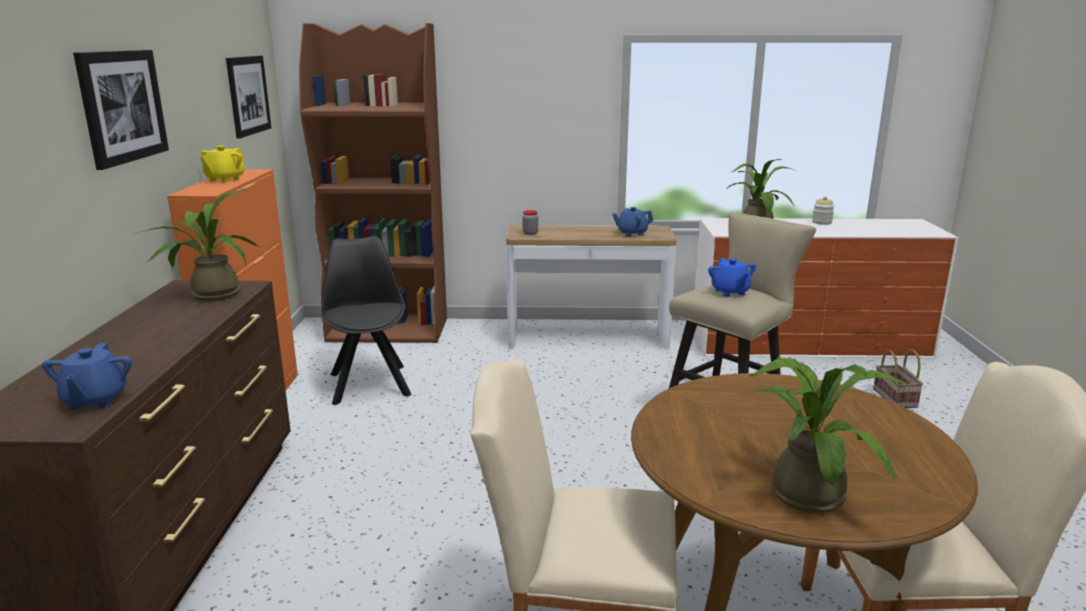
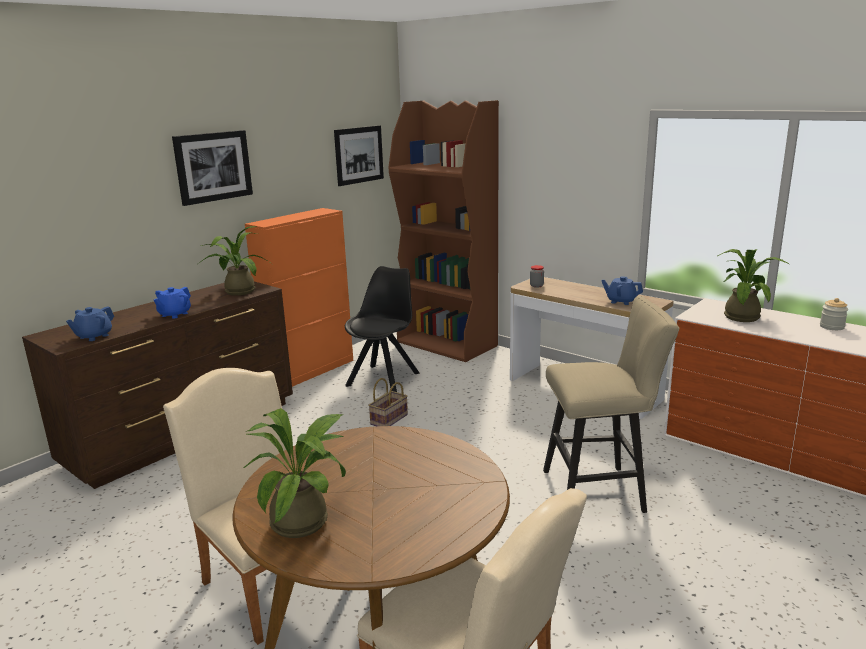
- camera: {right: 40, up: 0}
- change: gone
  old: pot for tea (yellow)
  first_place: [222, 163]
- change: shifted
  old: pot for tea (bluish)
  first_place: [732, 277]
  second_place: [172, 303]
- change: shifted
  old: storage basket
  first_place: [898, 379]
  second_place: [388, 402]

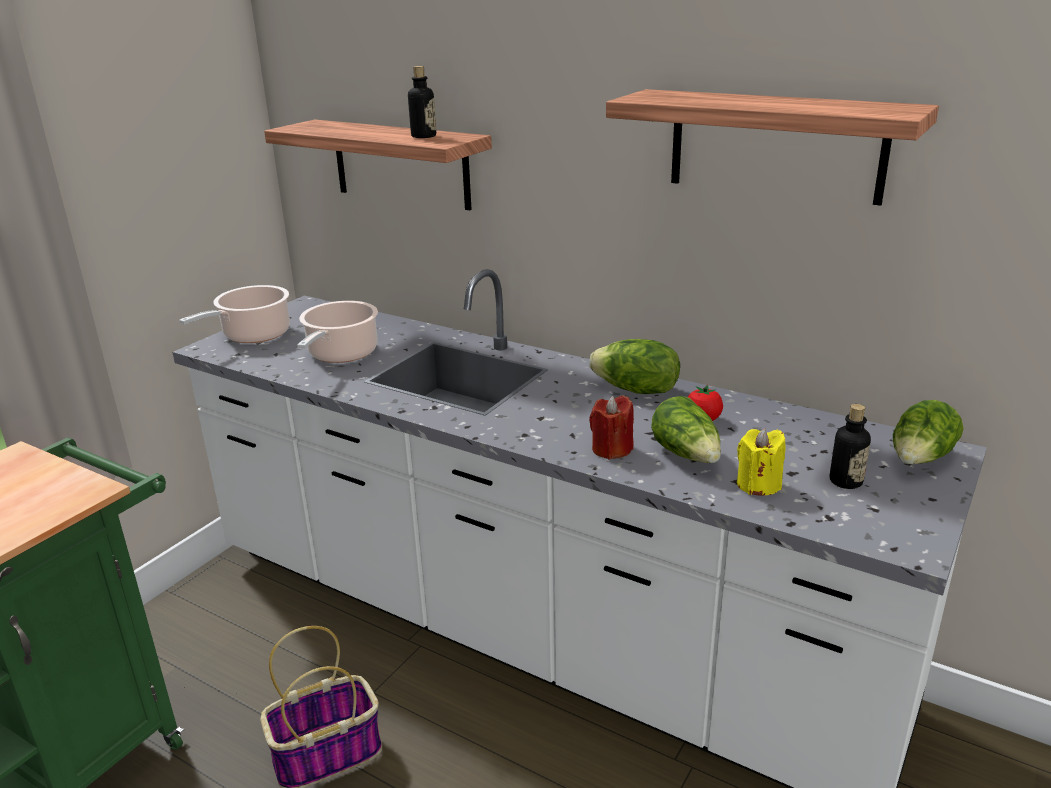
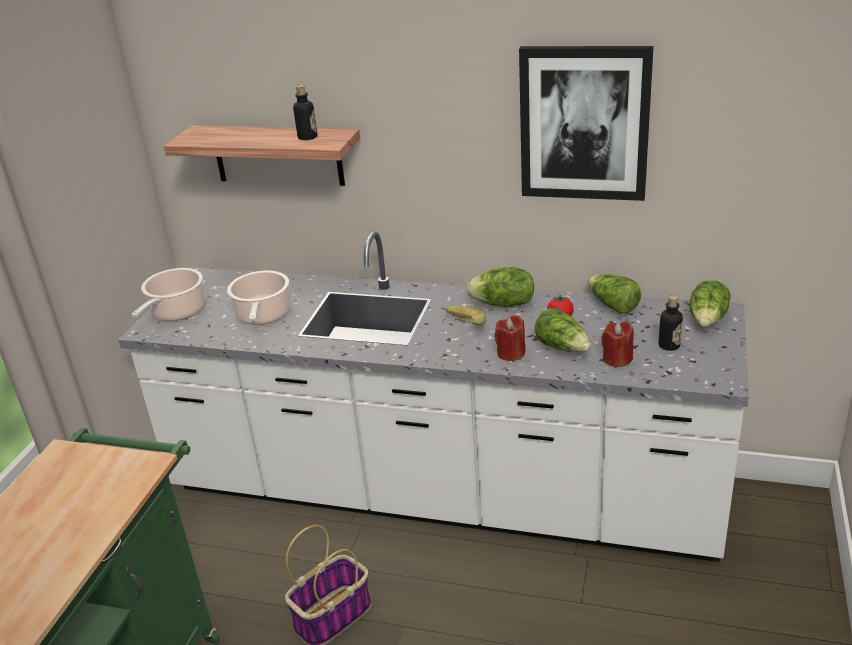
- camera: {right: -15, up: 5}
- change: swapped
  old: wall shelf
  new: wall art
  first_place: [772, 147]
  second_place: [586, 123]
- change: repainted
  old: wax candle (yellow)
  new: wax candle (red)
  first_place: [761, 461]
  second_place: [617, 344]
- change: new
  new: banana fruit
  second_place: [466, 315]
- change: new
  new: head of lettuce
  second_place: [614, 294]

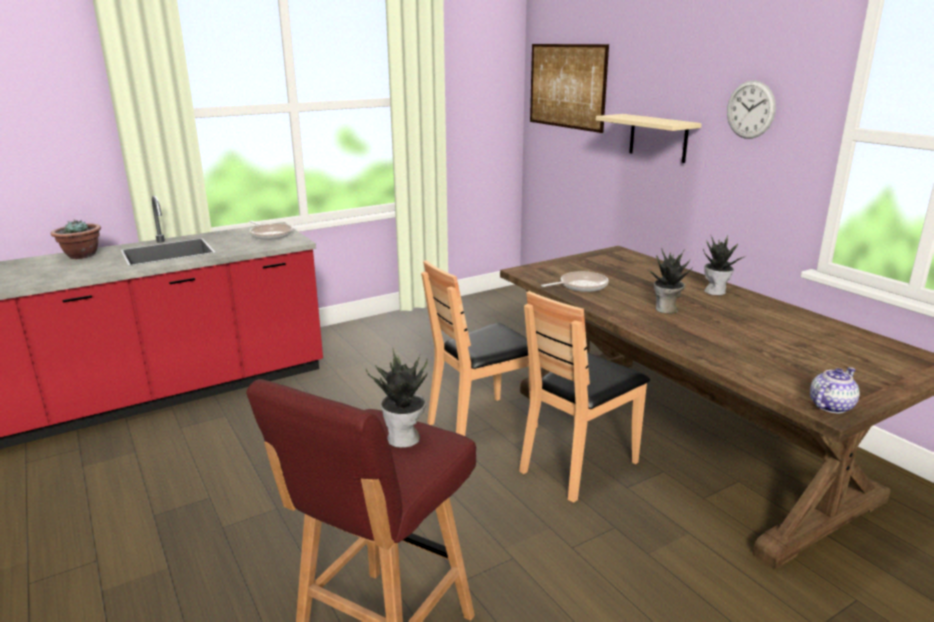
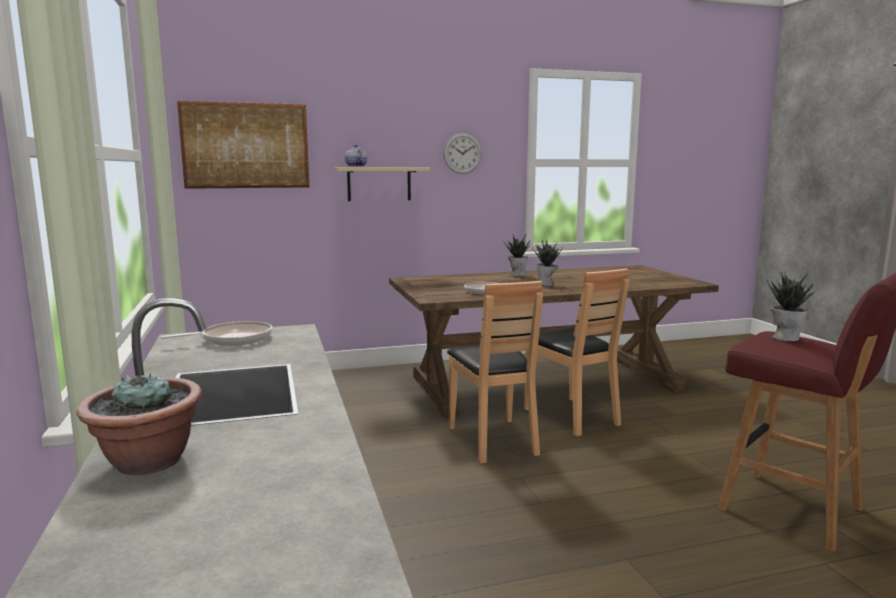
- camera: {right: -75, up: -10}
- change: shifted
  old: pot for tea
  first_place: [834, 390]
  second_place: [356, 156]

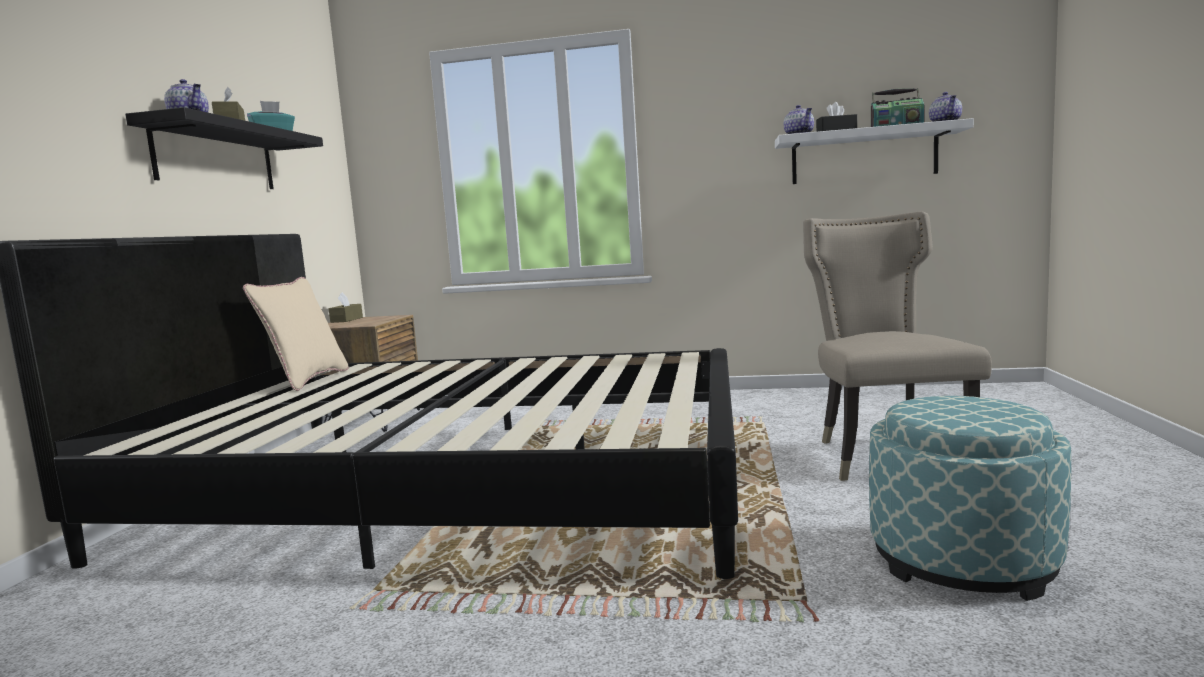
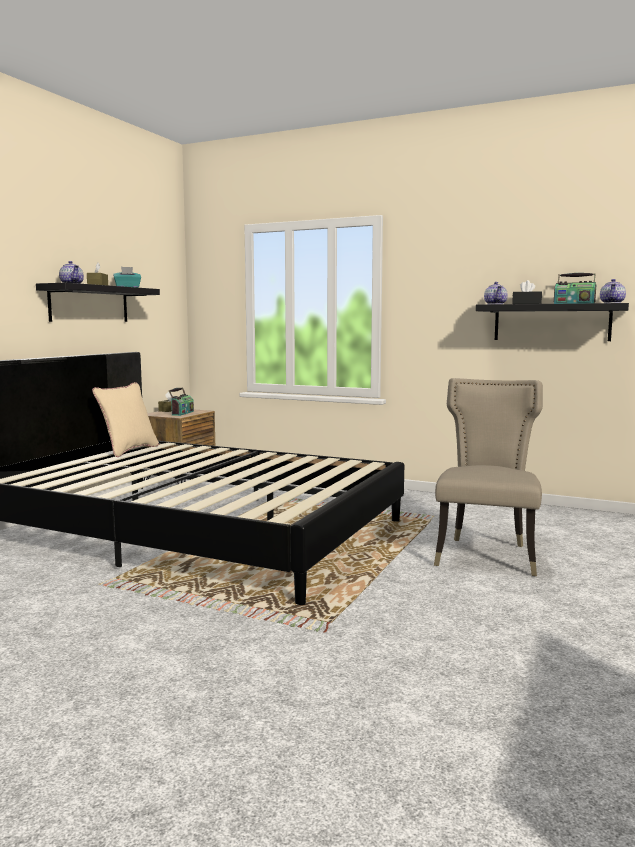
- camera: {right: 15, up: 0}
- change: repainted
  old: wall shelf (whitish)
  new: wall shelf (black-coloured)
  first_place: [874, 151]
  second_place: [552, 322]
- change: gone
  old: ottoman
  first_place: [970, 498]
- change: new
  new: radio receiver
  second_place: [181, 401]

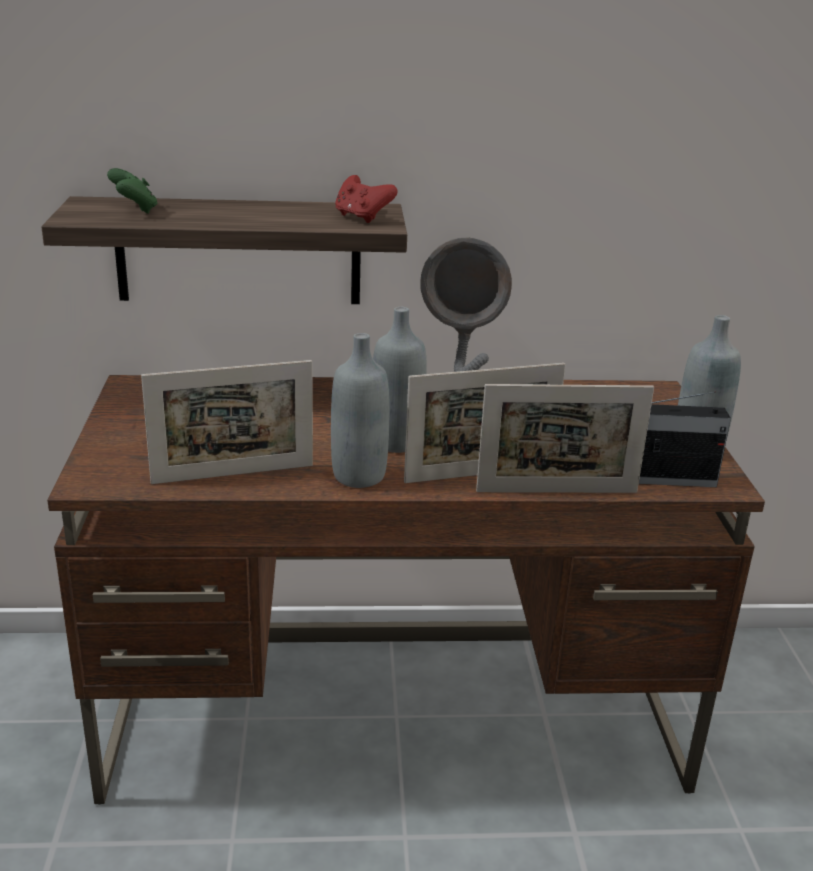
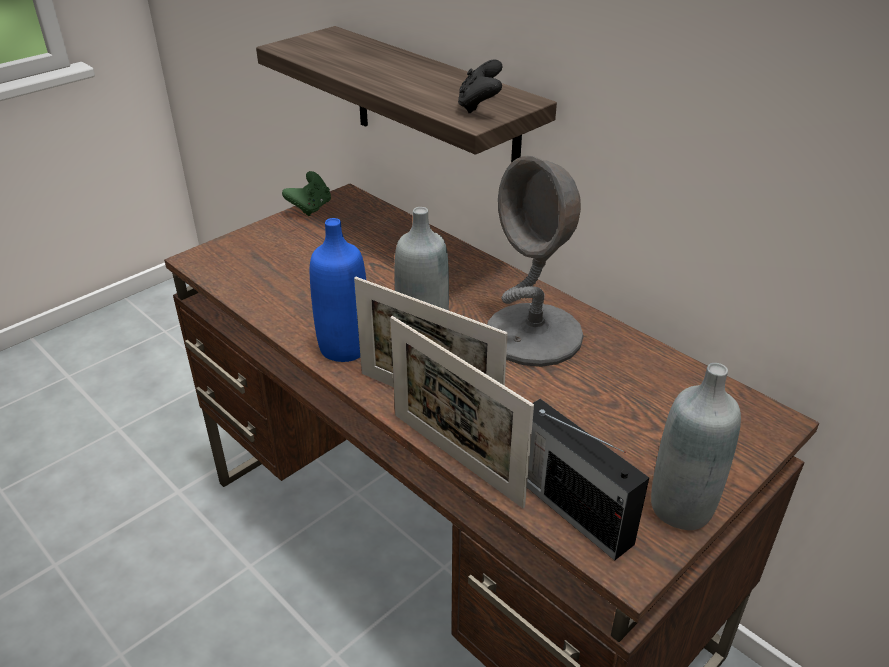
- camera: {right: 50, up: 10}
- change: shifted
  old: game controller (greenish)
  first_place: [132, 191]
  second_place: [306, 193]
- change: gone
  old: standing frame
  first_place: [227, 422]
- change: repainted
  old: drink bottle (grey)
  new: drink bottle (bluish)
  first_place: [360, 410]
  second_place: [338, 290]
- change: repainted
  old: game controller (red)
  new: game controller (black-coloured)
  first_place: [366, 199]
  second_place: [480, 87]

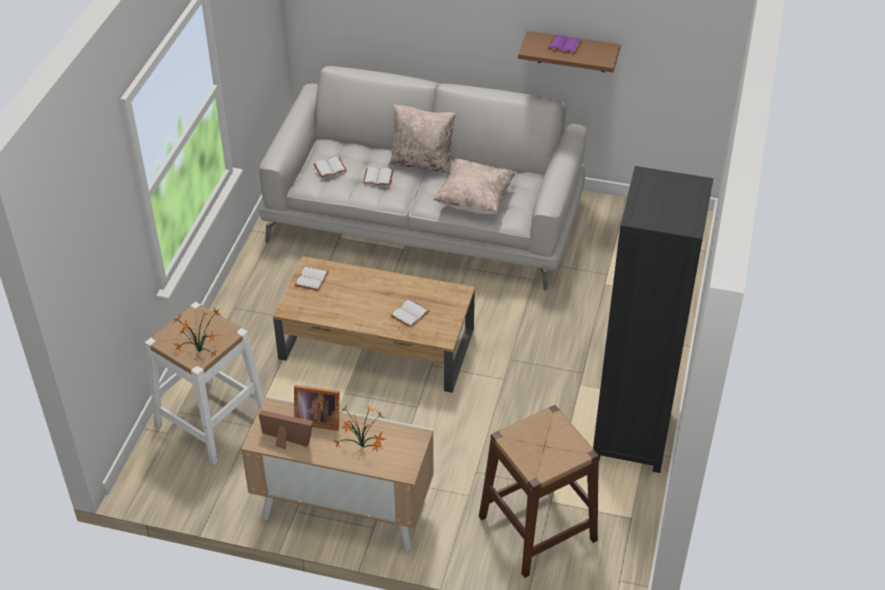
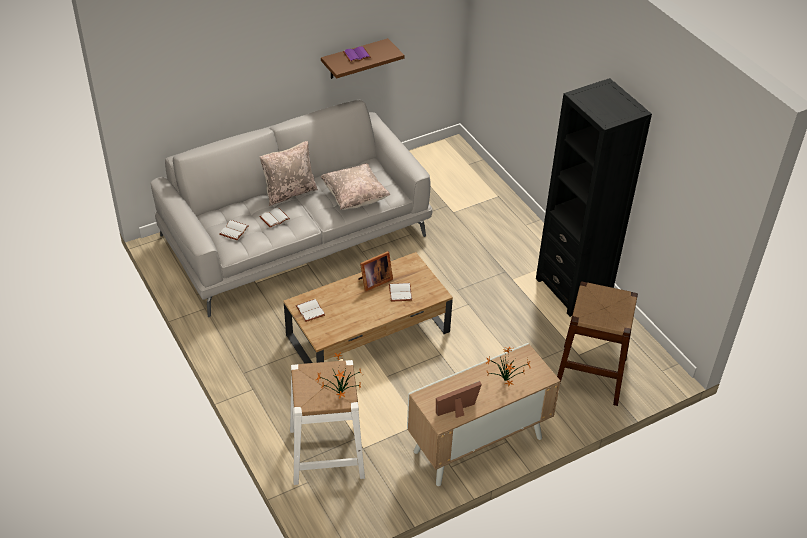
- camera: {right: -45, up: 0}
- change: shifted
  old: standing frame
  first_place: [316, 408]
  second_place: [375, 271]

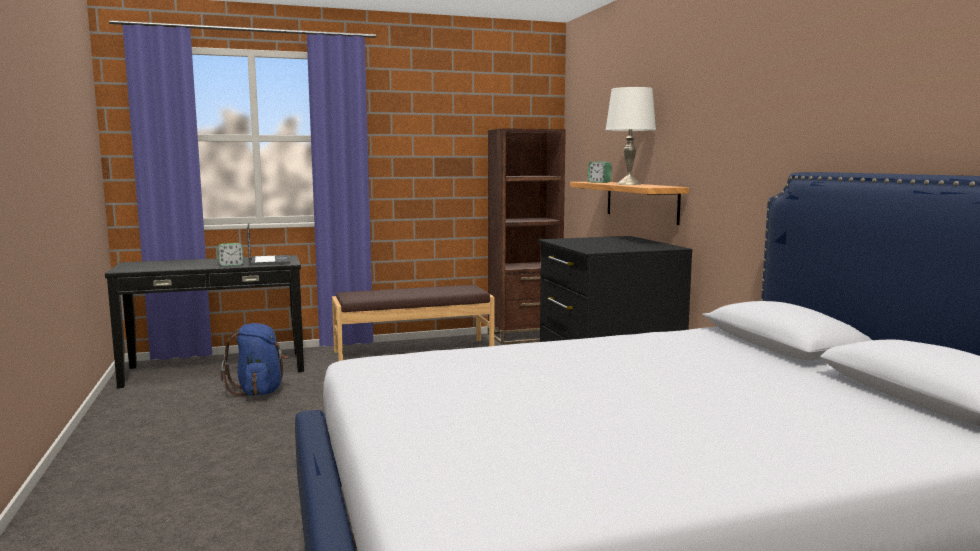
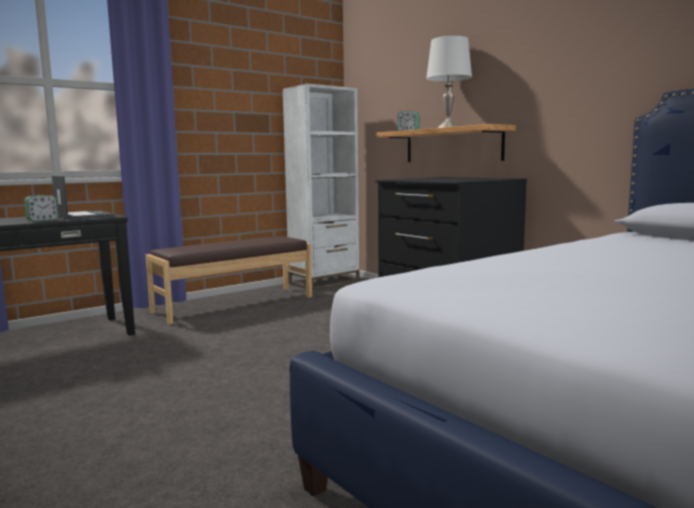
- camera: {right: -20, up: 0}
- change: gone
  old: knapsack (bluish)
  first_place: [254, 359]
- change: repainted
  old: shelving unit (brown-coloured)
  new: shelving unit (whitish)
  first_place: [527, 236]
  second_place: [320, 187]

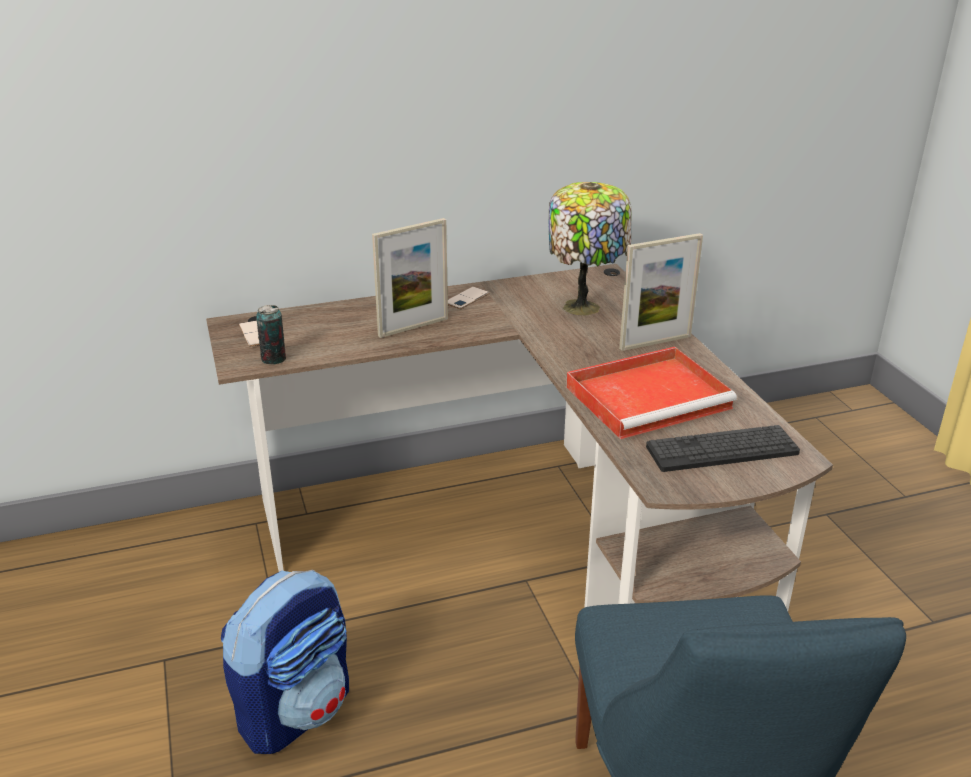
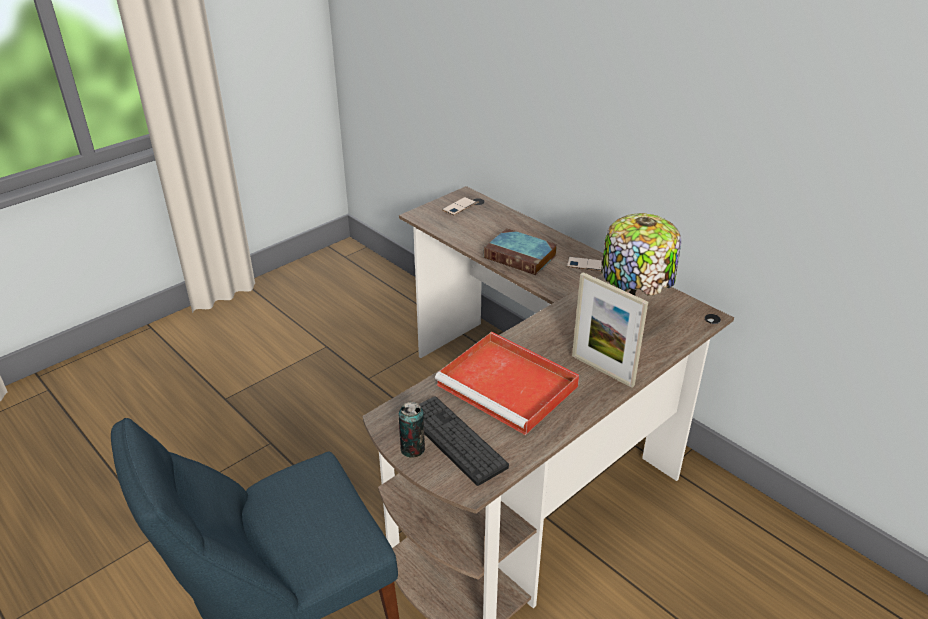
- camera: {right: 65, up: 5}
- change: gone
  old: knapsack
  first_place: [285, 662]
- change: shifted
  old: sealed can
  first_place: [271, 335]
  second_place: [412, 430]
- change: swapped
  old: standing frame
  new: book
  first_place: [410, 278]
  second_place: [521, 251]

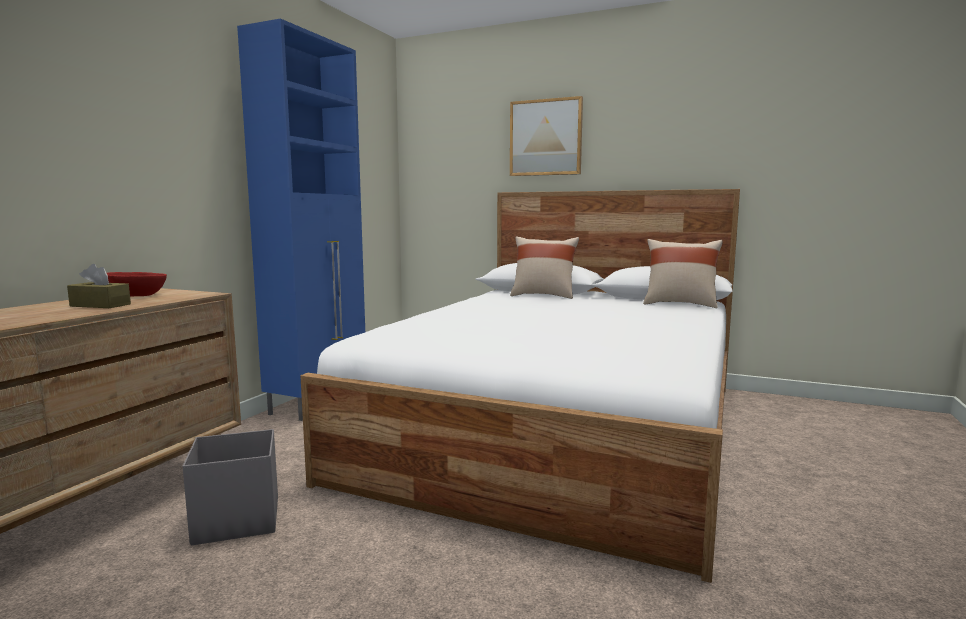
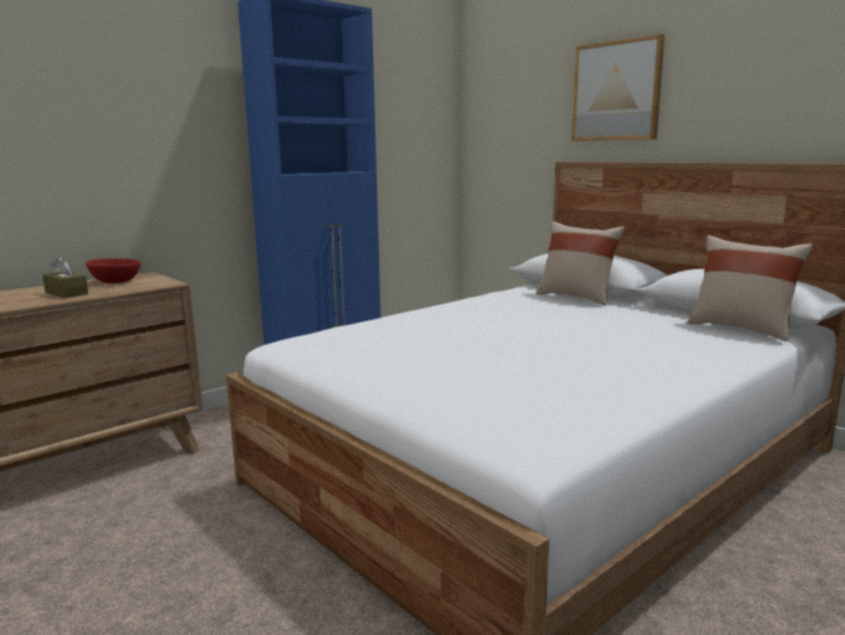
- camera: {right: 25, up: 5}
- change: gone
  old: storage box (grey)
  first_place: [230, 487]

